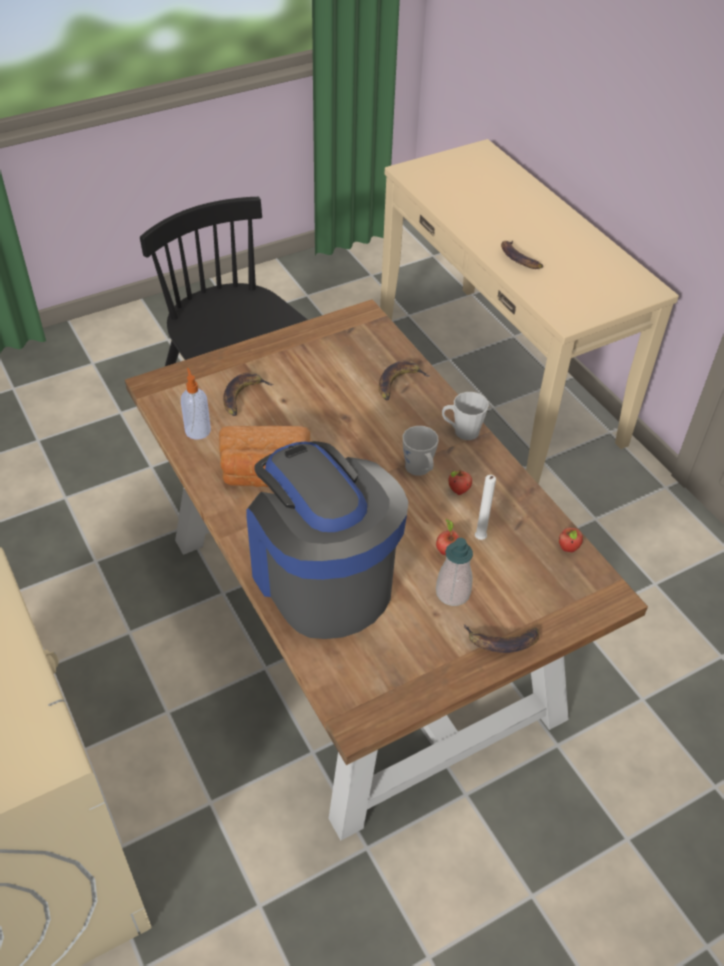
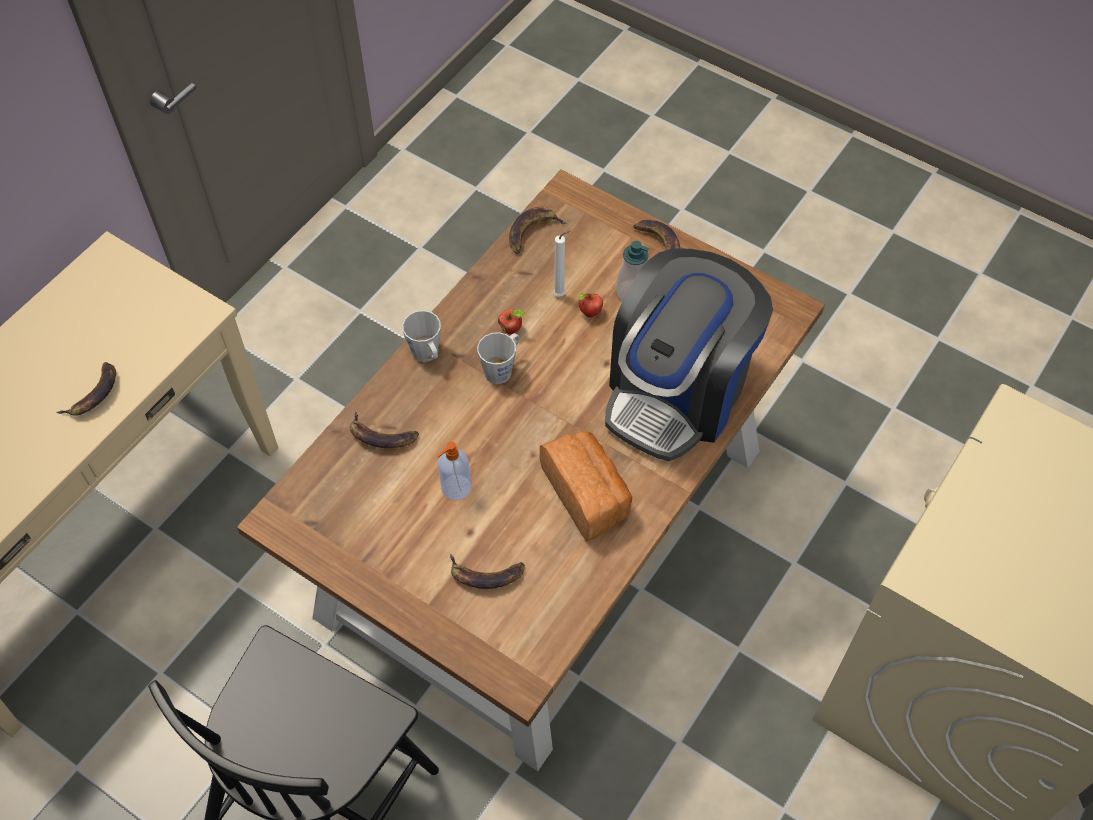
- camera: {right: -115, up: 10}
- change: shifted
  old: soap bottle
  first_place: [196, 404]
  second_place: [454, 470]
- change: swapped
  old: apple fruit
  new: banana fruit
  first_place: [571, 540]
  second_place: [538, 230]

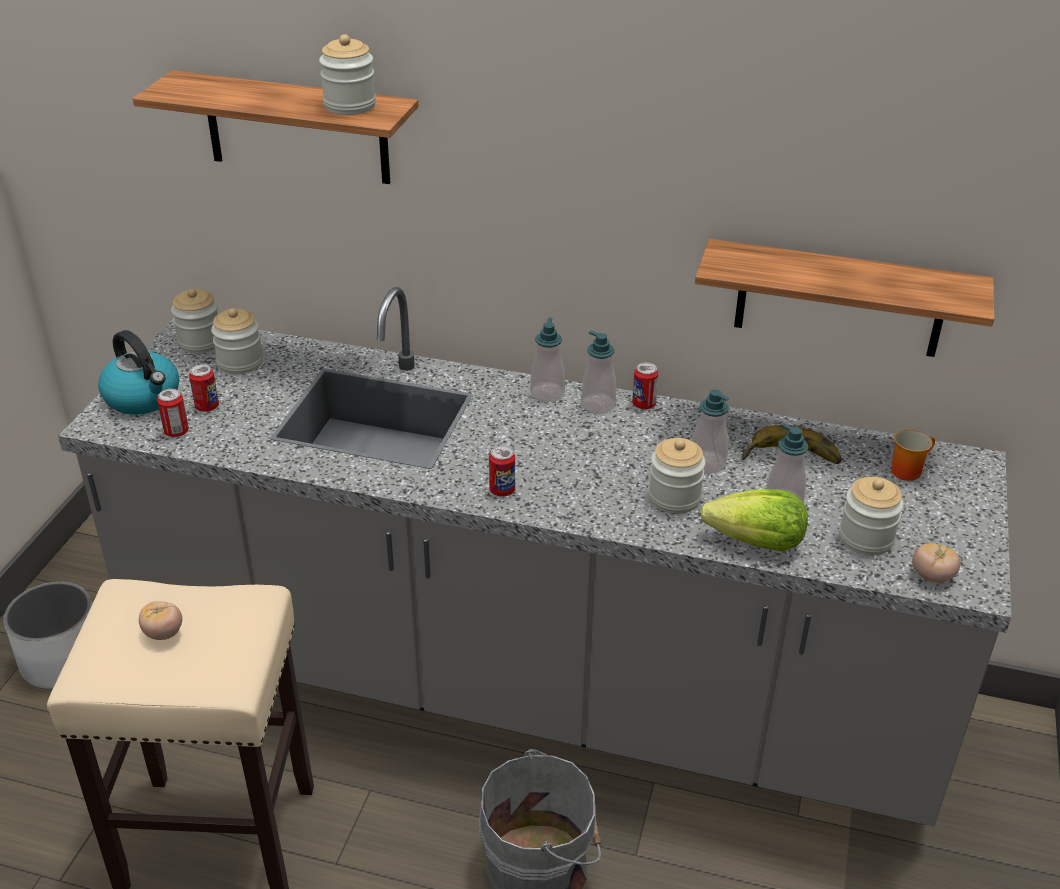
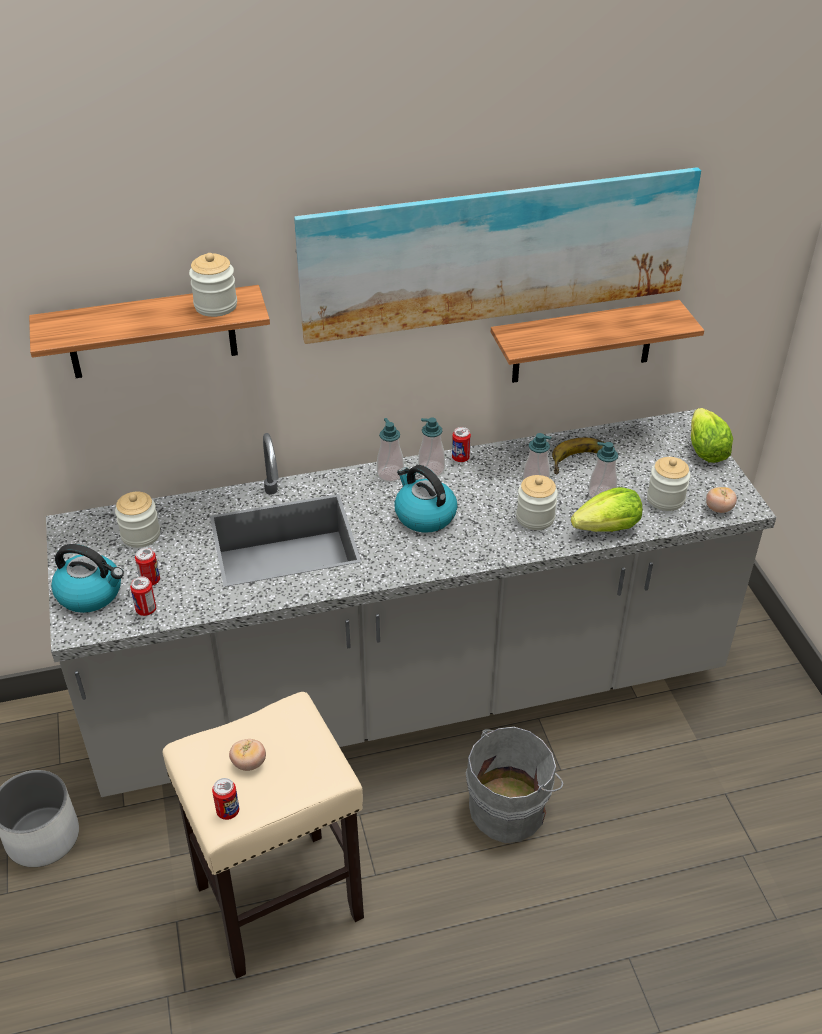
- camera: {right: -30, up: 5}
- change: gone
  old: preserve jar
  first_place: [195, 321]
- change: shifted
  old: sealed can
  first_place: [502, 471]
  second_place: [225, 799]
- change: gone
  old: coffee mug
  first_place: [913, 455]
- change: new
  new: wall art
  second_place: [497, 255]
- change: new
  new: tea kettle
  second_place: [425, 499]
- change: new
  new: head of lettuce
  second_place: [712, 435]

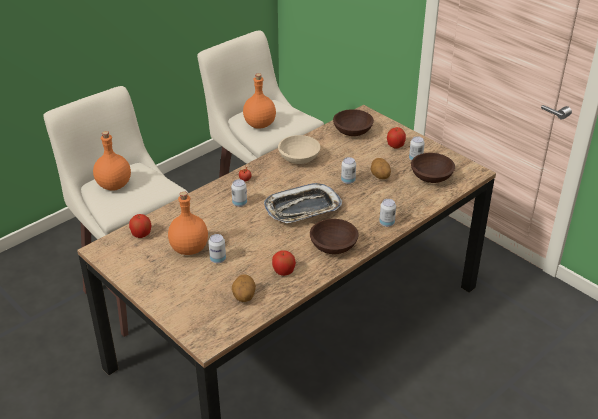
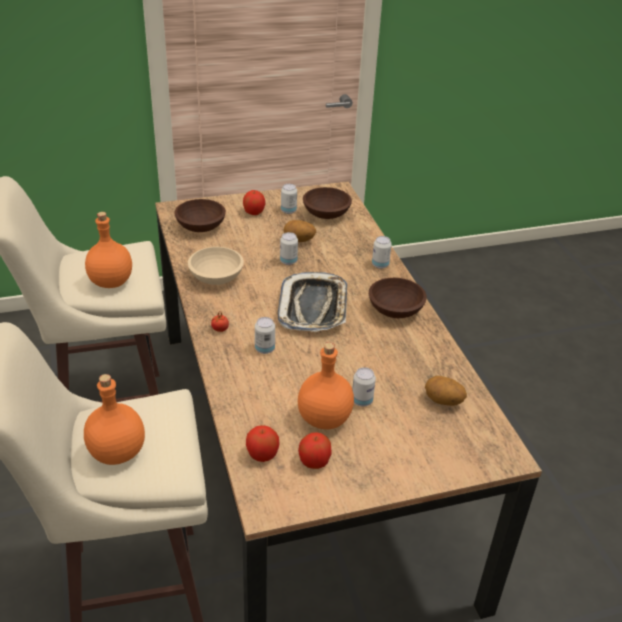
- camera: {right: -65, up: 0}
- change: shifted
  old: apple fruit
  first_place: [284, 263]
  second_place: [315, 450]

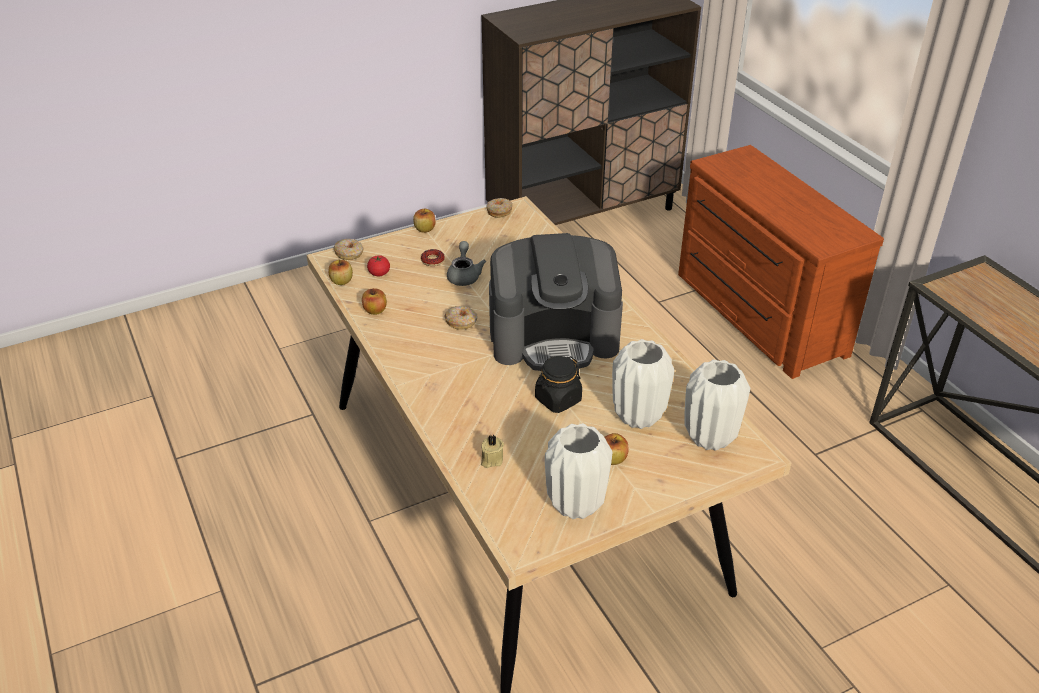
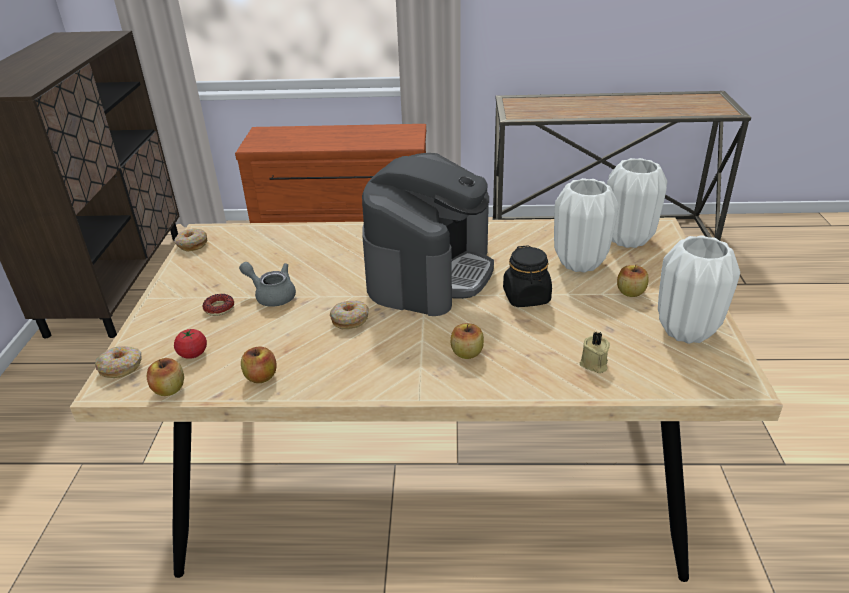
- camera: {right: -60, up: -5}
- change: shifted
  old: apple fruit
  first_place: [424, 221]
  second_place: [467, 341]

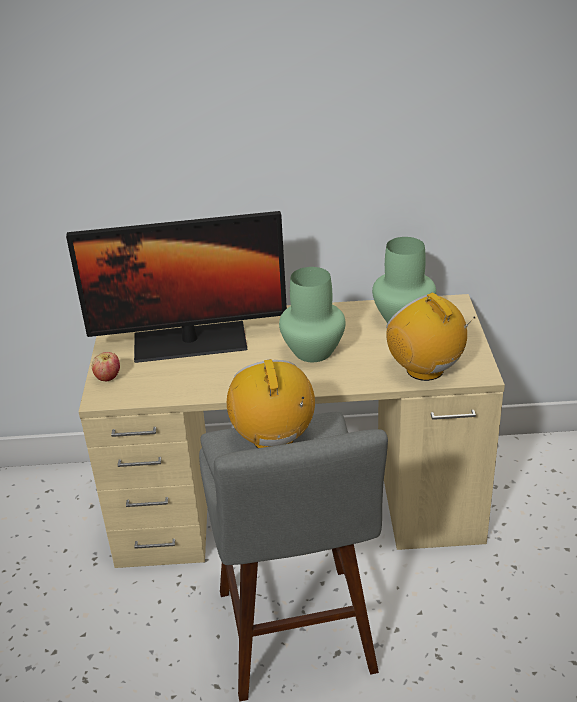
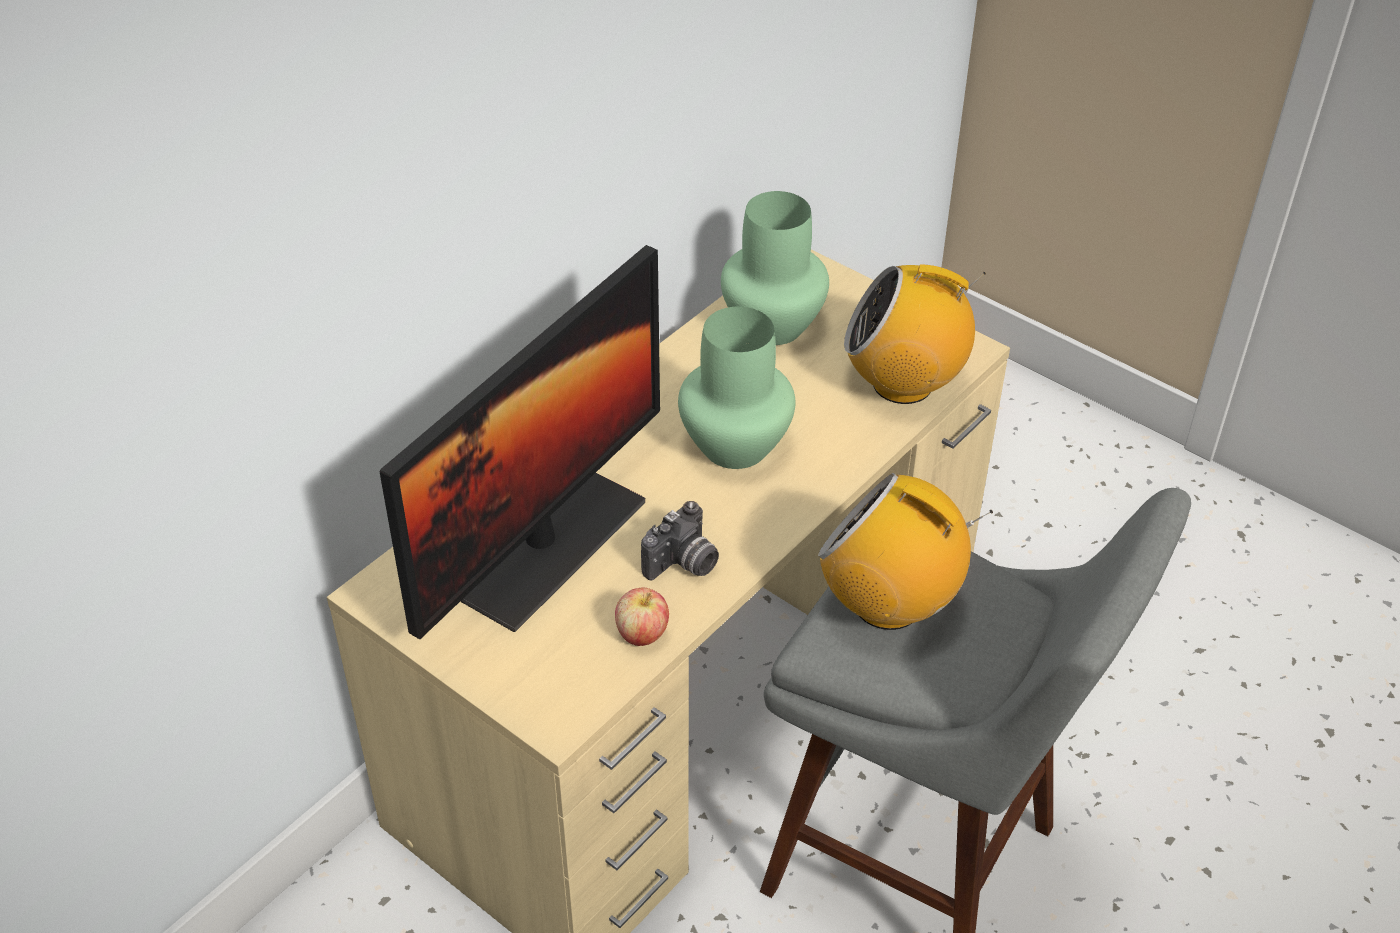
- camera: {right: -50, up: 10}
- change: shifted
  old: apple fruit
  first_place: [106, 366]
  second_place: [642, 617]
- change: new
  new: photo camera
  second_place: [680, 541]

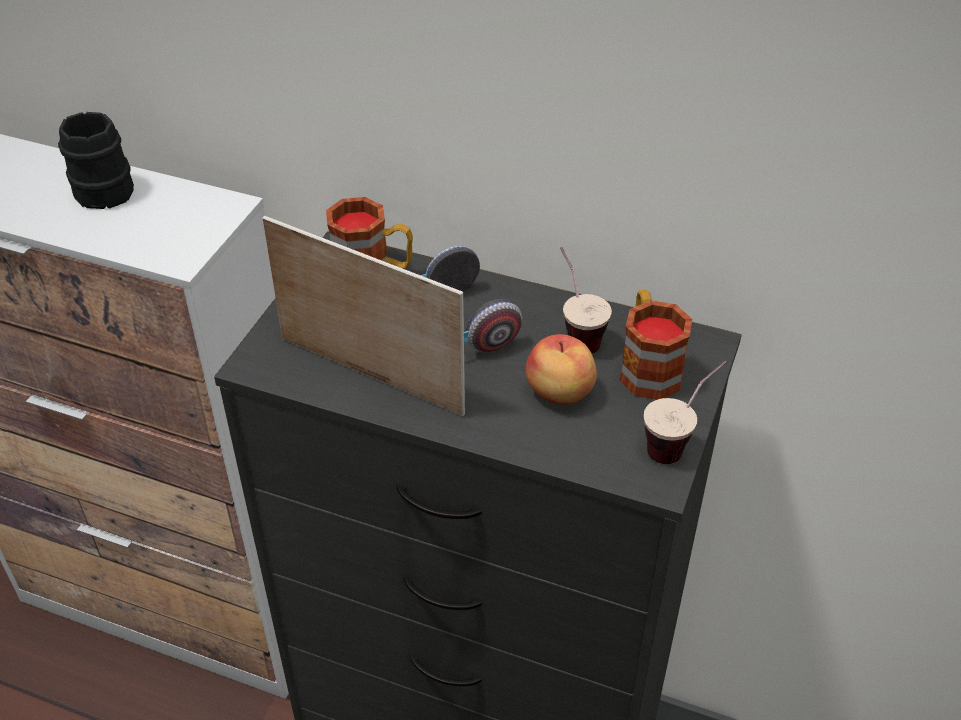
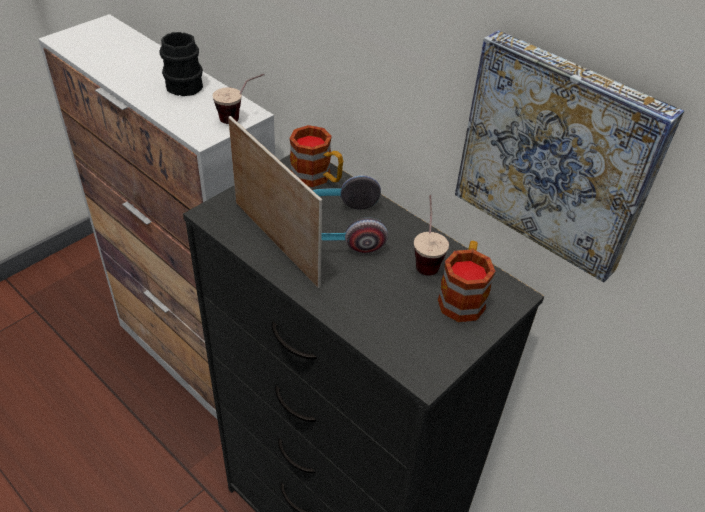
- camera: {right: 20, up: 0}
- change: gone
  old: apple fruit
  first_place: [561, 369]
- change: shifted
  old: cup
  first_place: [685, 412]
  second_place: [238, 99]
- change: new
  new: wall art
  second_place: [569, 156]

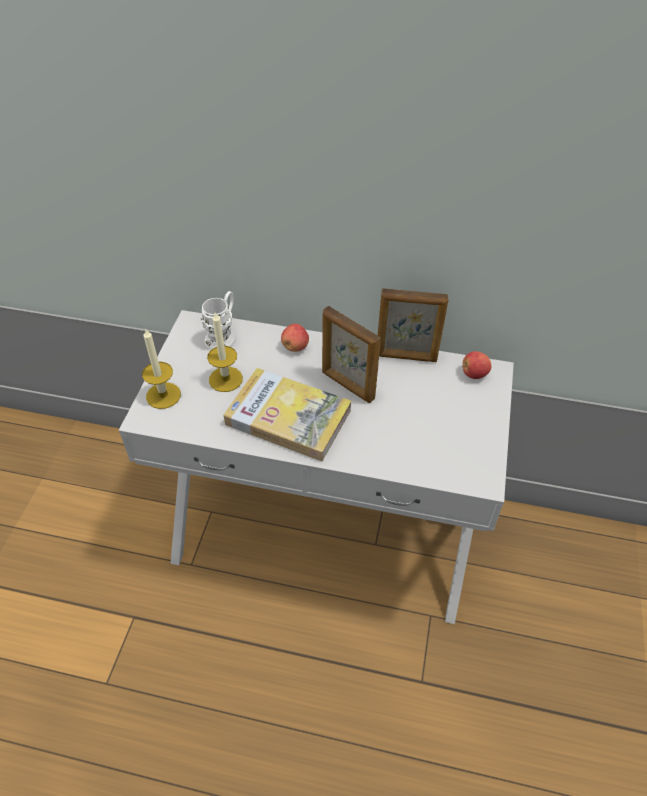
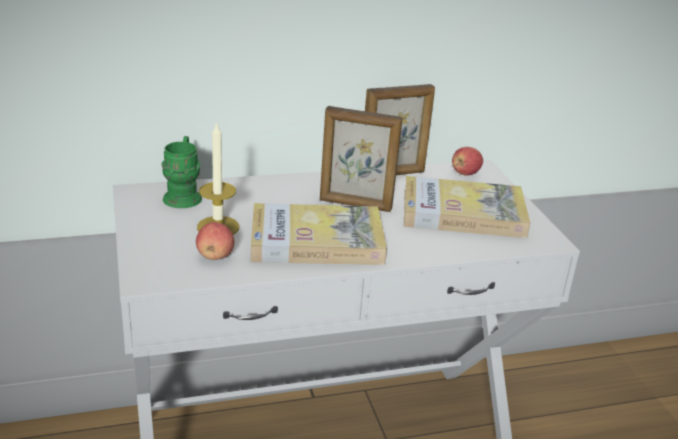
- camera: {right: -30, up: -20}
- change: gone
  old: wax candle
  first_place: [161, 368]
- change: repainted
  old: coffee mug (whitish)
  new: coffee mug (greenish)
  first_place: [218, 320]
  second_place: [182, 172]
- change: shifted
  old: apple fruit
  first_place: [295, 338]
  second_place: [215, 241]
- change: new
  new: book
  second_place: [467, 207]

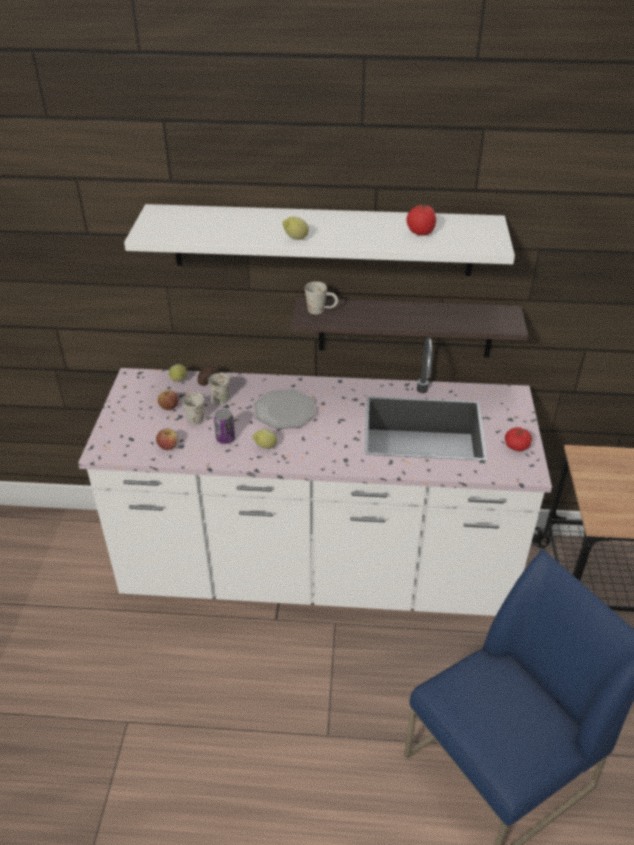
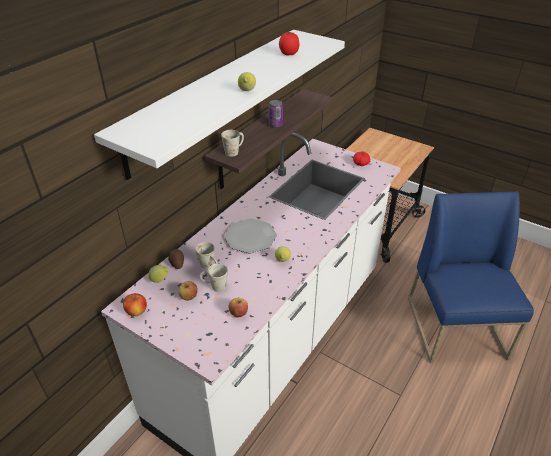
- camera: {right: -60, up: 0}
- change: shifted
  old: sealed can
  first_place: [224, 426]
  second_place: [276, 113]
- change: new
  new: apple fruit
  second_place: [135, 304]

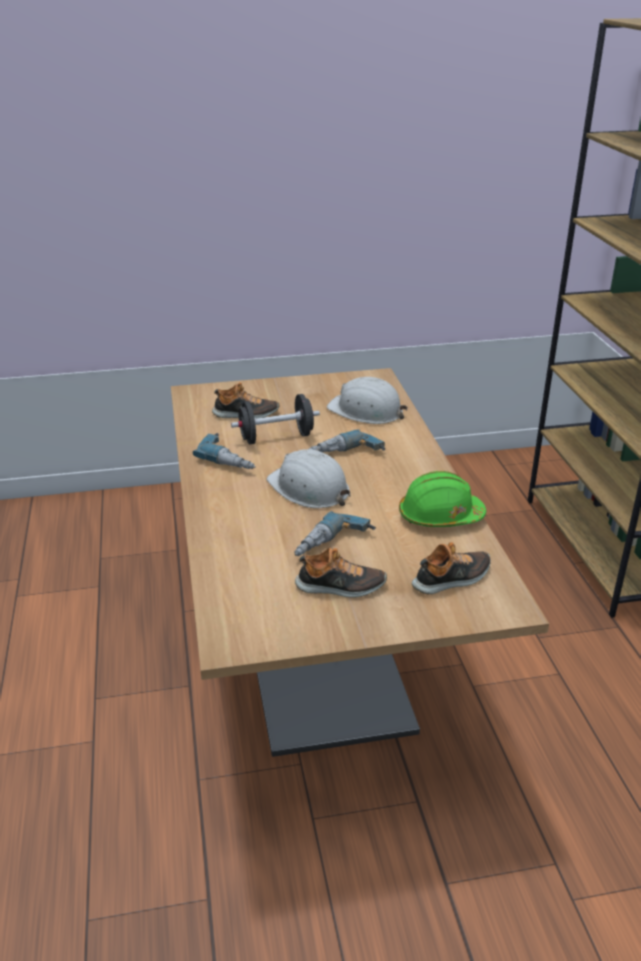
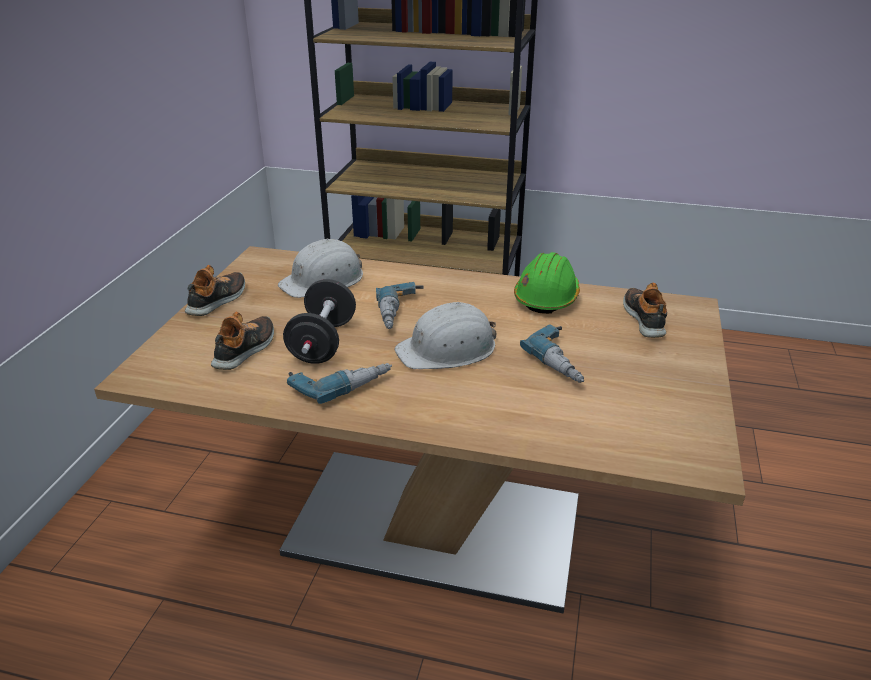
- camera: {right: -65, up: 0}
- change: shifted
  old: low shoe
  first_place: [341, 573]
  second_place: [215, 290]

